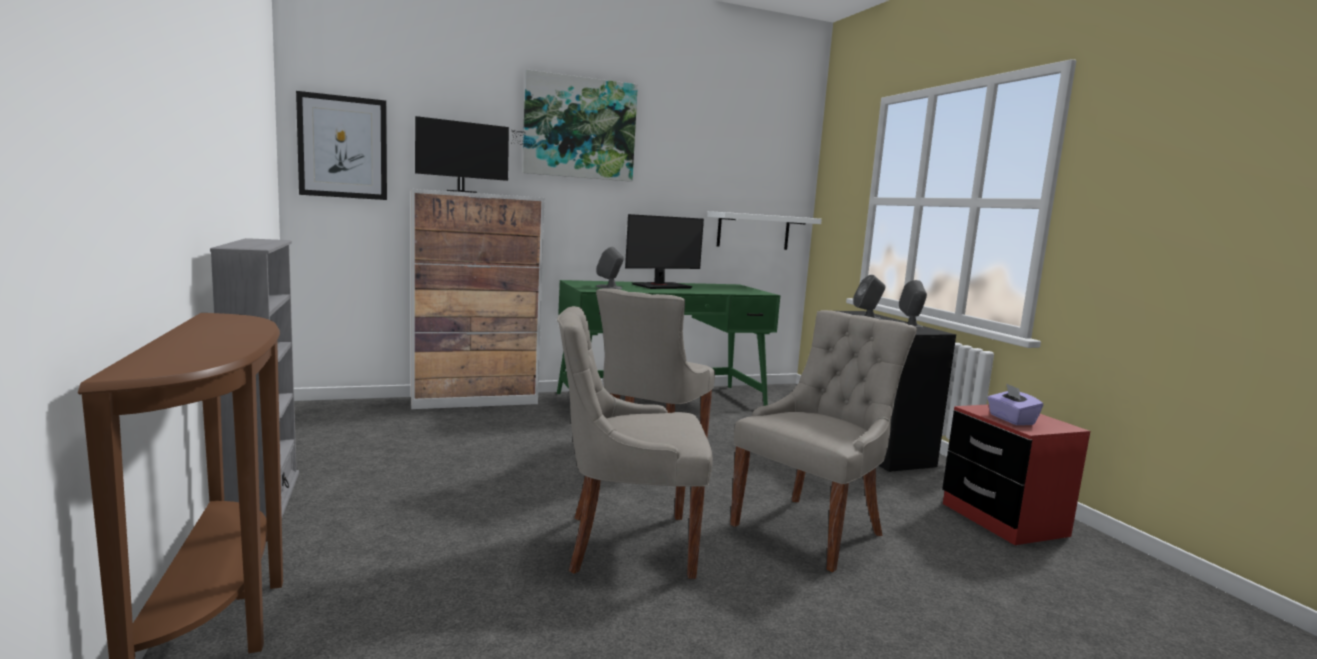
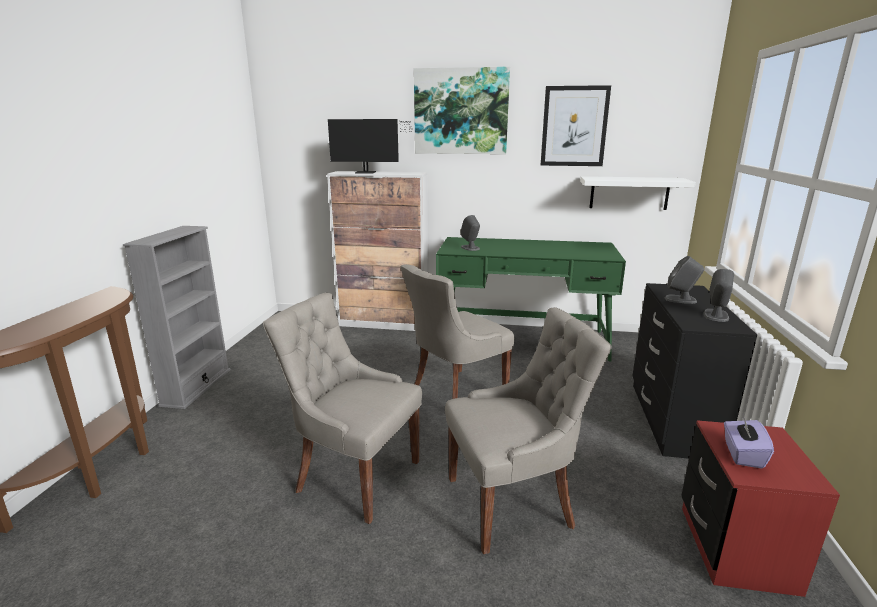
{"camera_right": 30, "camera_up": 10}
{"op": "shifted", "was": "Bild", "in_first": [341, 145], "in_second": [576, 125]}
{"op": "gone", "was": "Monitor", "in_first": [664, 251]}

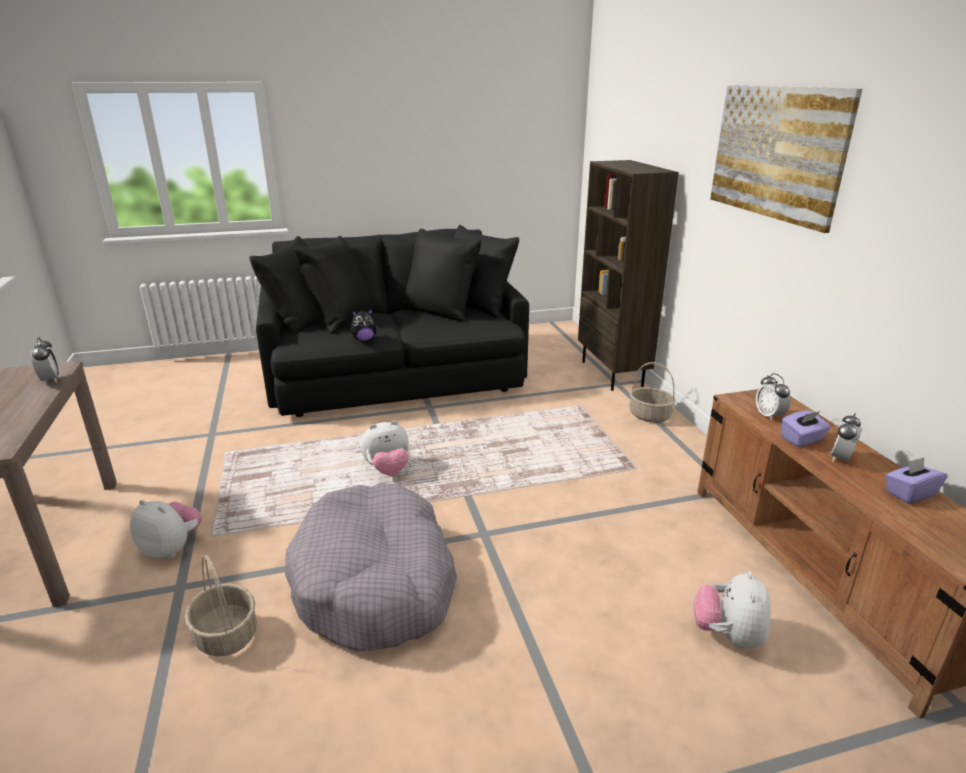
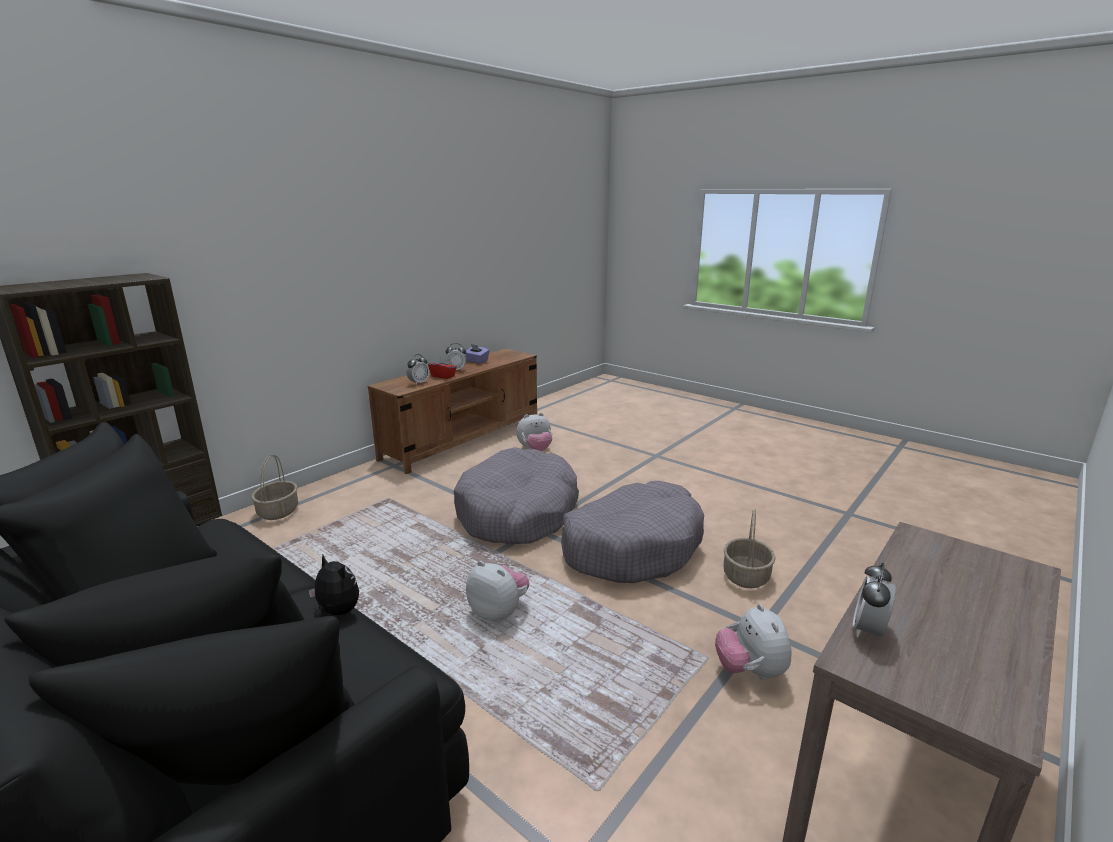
{"camera_right": -125, "camera_up": -5}
{"op": "repainted", "was": "Taschentuchbox [lila]", "now": "Taschentuchbox [rot]", "in_first": [806, 428], "in_second": [442, 368]}
{"op": "new", "now": "Hundebett [grau]", "in_second": [516, 495]}
{"op": "gone", "was": "Bild", "in_first": [786, 159]}

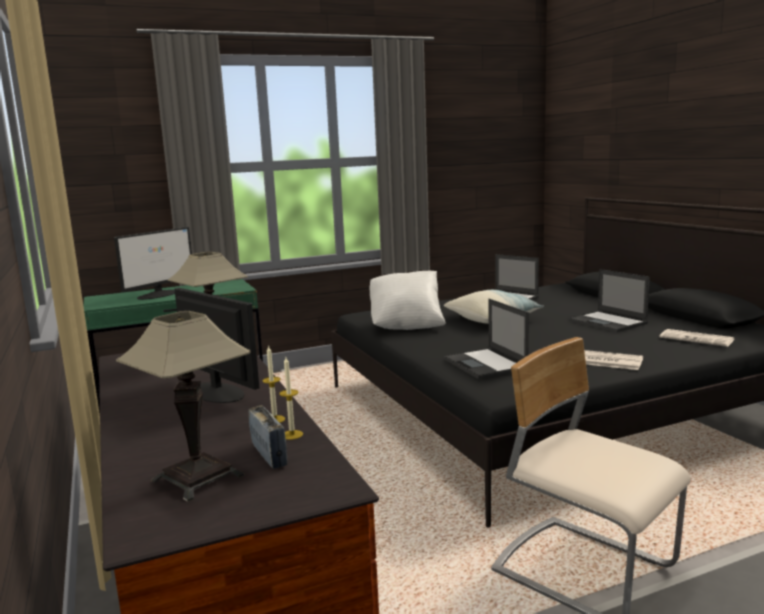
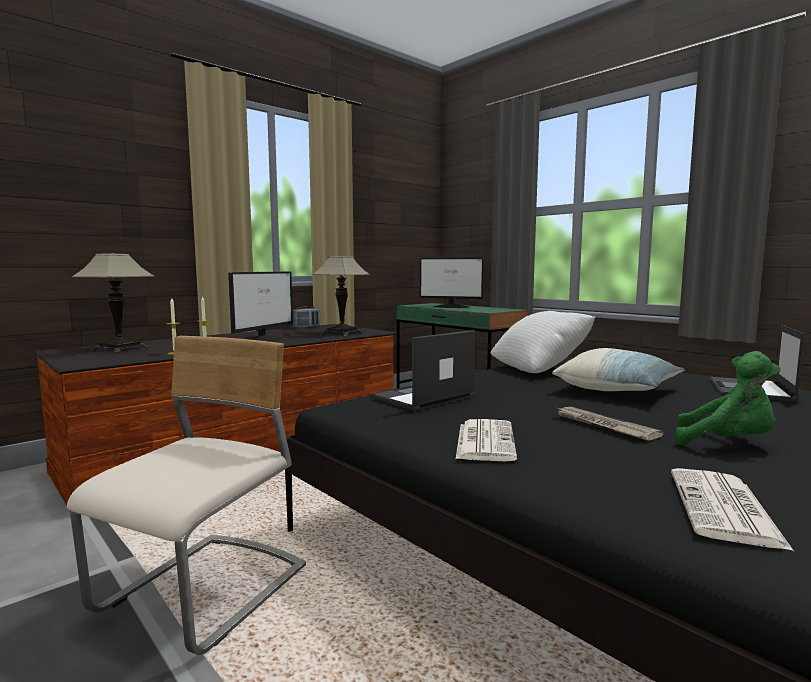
{"camera_right": 70, "camera_up": -5}
{"op": "shifted", "was": "Radio", "in_first": [268, 437], "in_second": [305, 317]}
{"op": "new", "now": "Zeitung", "in_second": [609, 424]}
{"op": "swapped", "was": "Laptop", "now": "Plüschtier [grün]", "in_first": [609, 300], "in_second": [727, 398]}

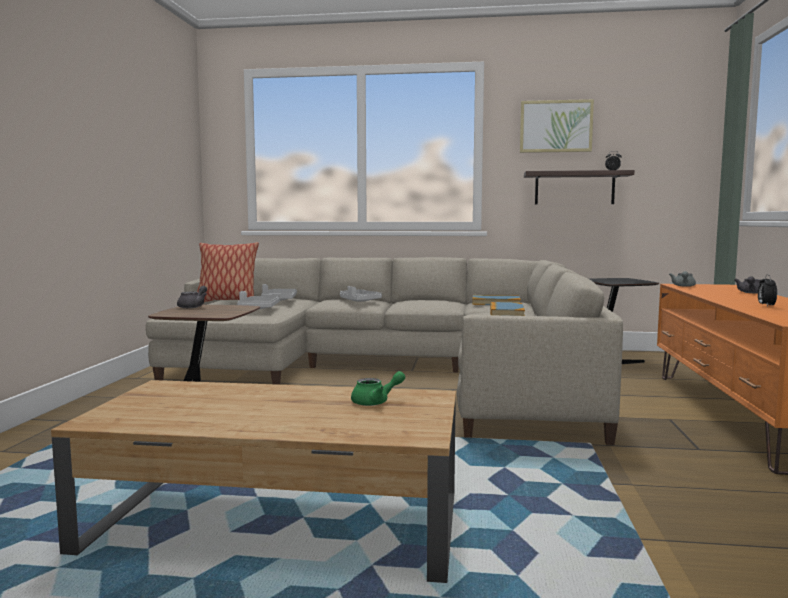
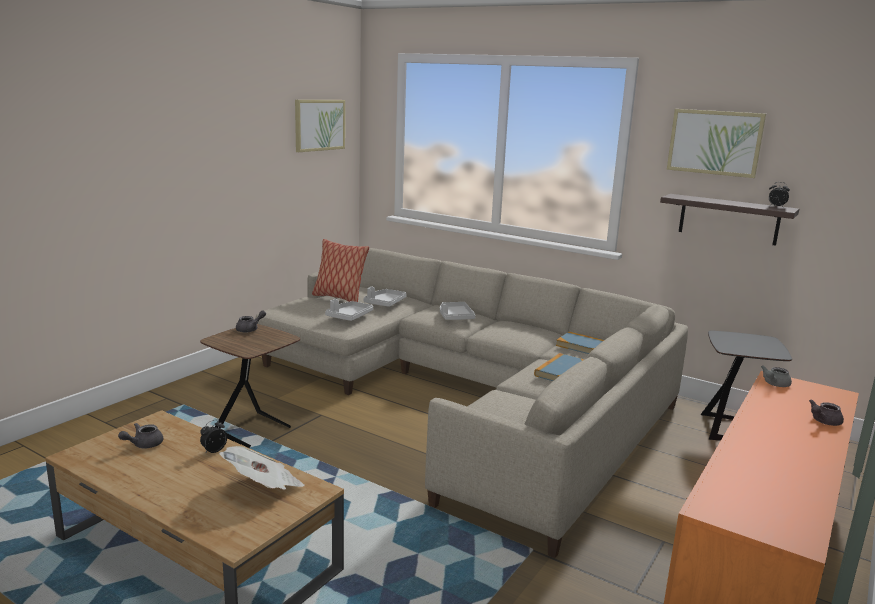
{"camera_right": 25, "camera_up": 10}
{"op": "new", "now": "Teekanne [grau]", "in_second": [140, 436]}
{"op": "shifted", "was": "Wecker", "in_first": [767, 290], "in_second": [213, 437]}
{"op": "swapped", "was": "Teekanne [grün]", "now": "Zeitung", "in_first": [378, 388], "in_second": [262, 467]}
{"op": "new", "now": "Bild", "in_second": [320, 126]}

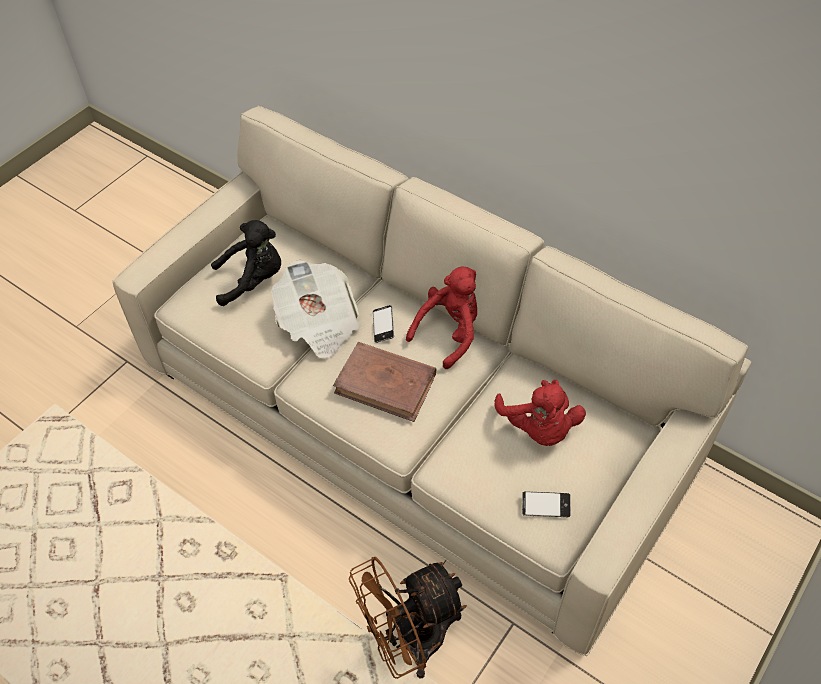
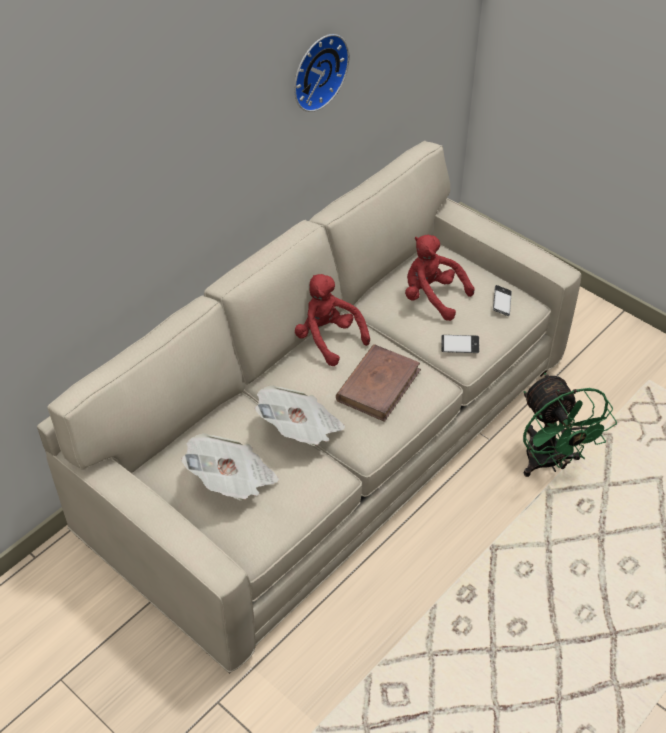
{"camera_right": -85, "camera_up": -5}
{"op": "swapped", "was": "Plüschtier [schwarz]", "now": "Zeitung", "in_first": [246, 263], "in_second": [230, 466]}
{"op": "new", "now": "Wanduhr", "in_second": [321, 73]}
{"op": "rotated", "was": "Plüschtier [rot]", "in_first": [540, 413], "in_second": [440, 278], "clockwise": -135}
{"op": "shifted", "was": "Handy", "in_first": [383, 324], "in_second": [460, 344]}
{"op": "repainted", "was": "Ventilator [braun]", "now": "Ventilator [grün]", "in_first": [408, 618], "in_second": [570, 425]}

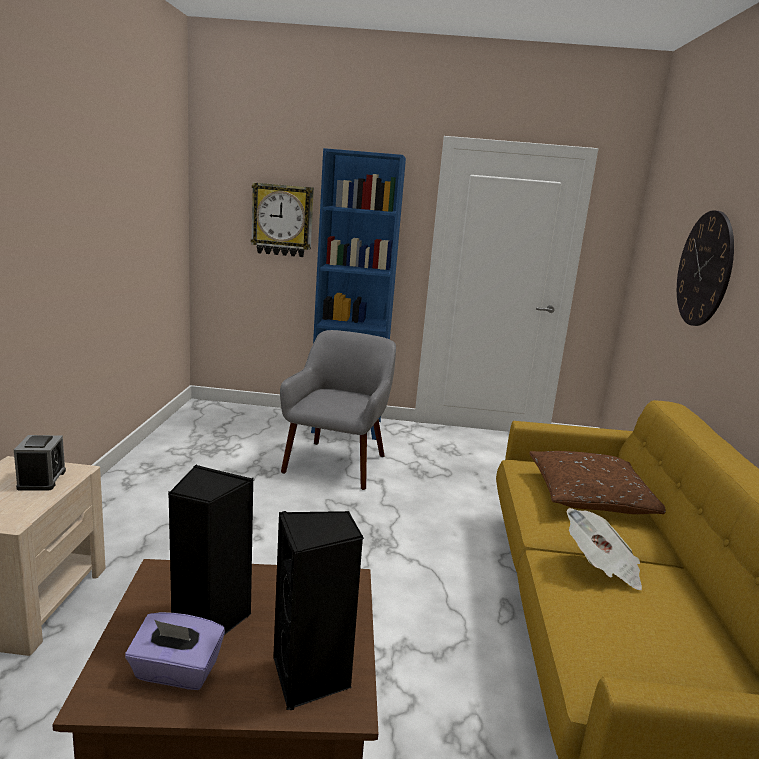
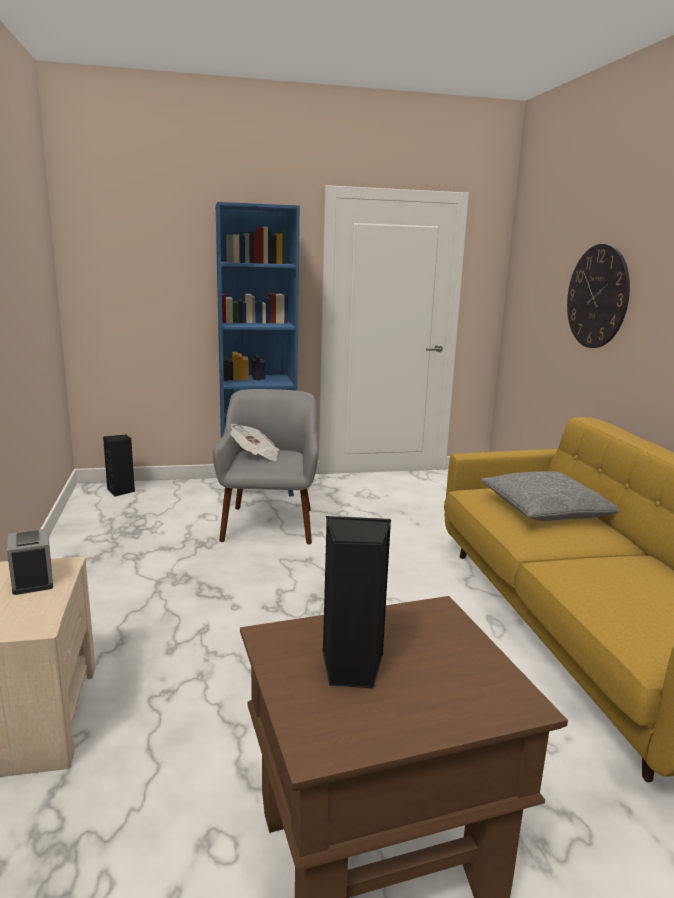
{"camera_right": -15, "camera_up": 0}
{"op": "shifted", "was": "Lautsprecher [schwarz]", "in_first": [318, 610], "in_second": [119, 466]}
{"op": "shifted", "was": "Zeitung", "in_first": [604, 549], "in_second": [254, 442]}
{"op": "repainted", "was": "Kissen [braun]", "now": "Kissen [grau]", "in_first": [597, 482], "in_second": [550, 496]}
{"op": "gone", "was": "Taschentuchbox [lila]", "in_first": [175, 651]}
{"op": "gone", "was": "Wanduhr", "in_first": [282, 219]}

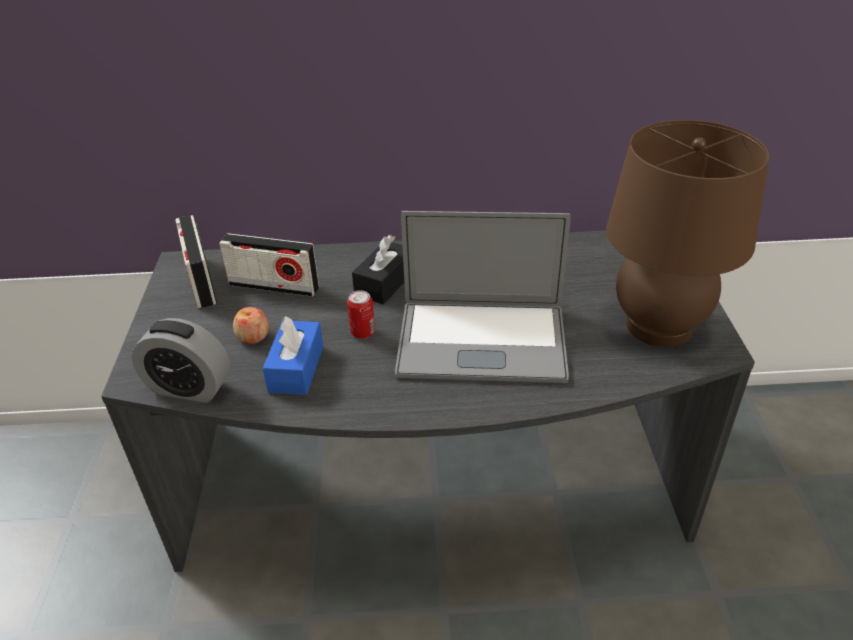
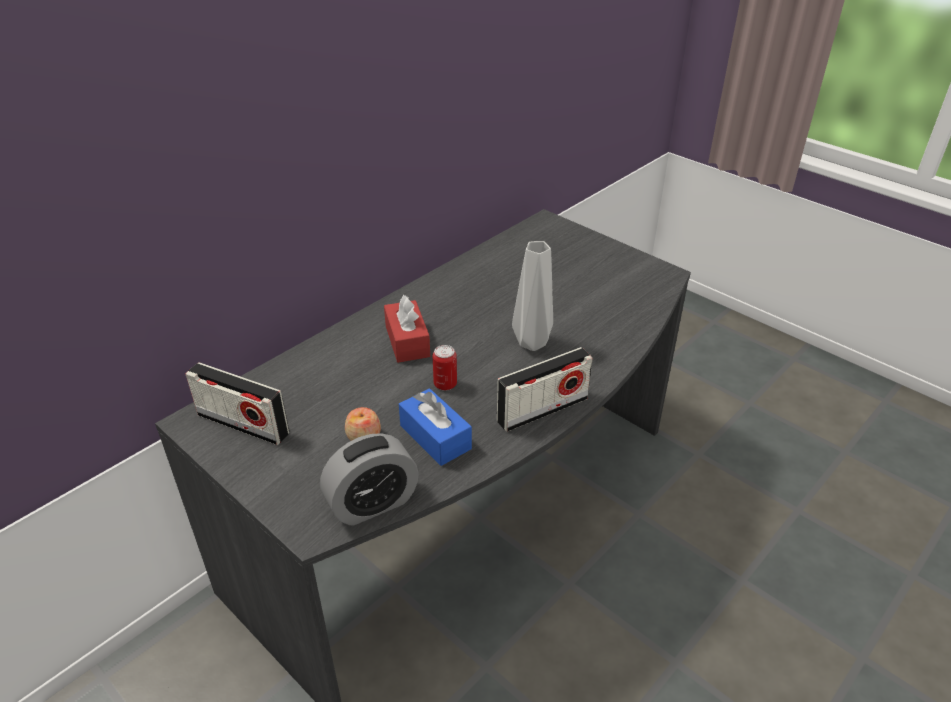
{"camera_right": -45, "camera_up": 0}
{"op": "repainted", "was": "Taschentuchbox [schwarz]", "now": "Taschentuchbox [rot]", "in_first": [378, 269], "in_second": [407, 329]}
{"op": "shifted", "was": "Radio", "in_first": [269, 265], "in_second": [545, 389]}
{"op": "swapped", "was": "Laptop", "now": "Vase [grau]", "in_first": [483, 297], "in_second": [532, 296]}
{"op": "gone", "was": "Tischlampe [braun]", "in_first": [687, 233]}

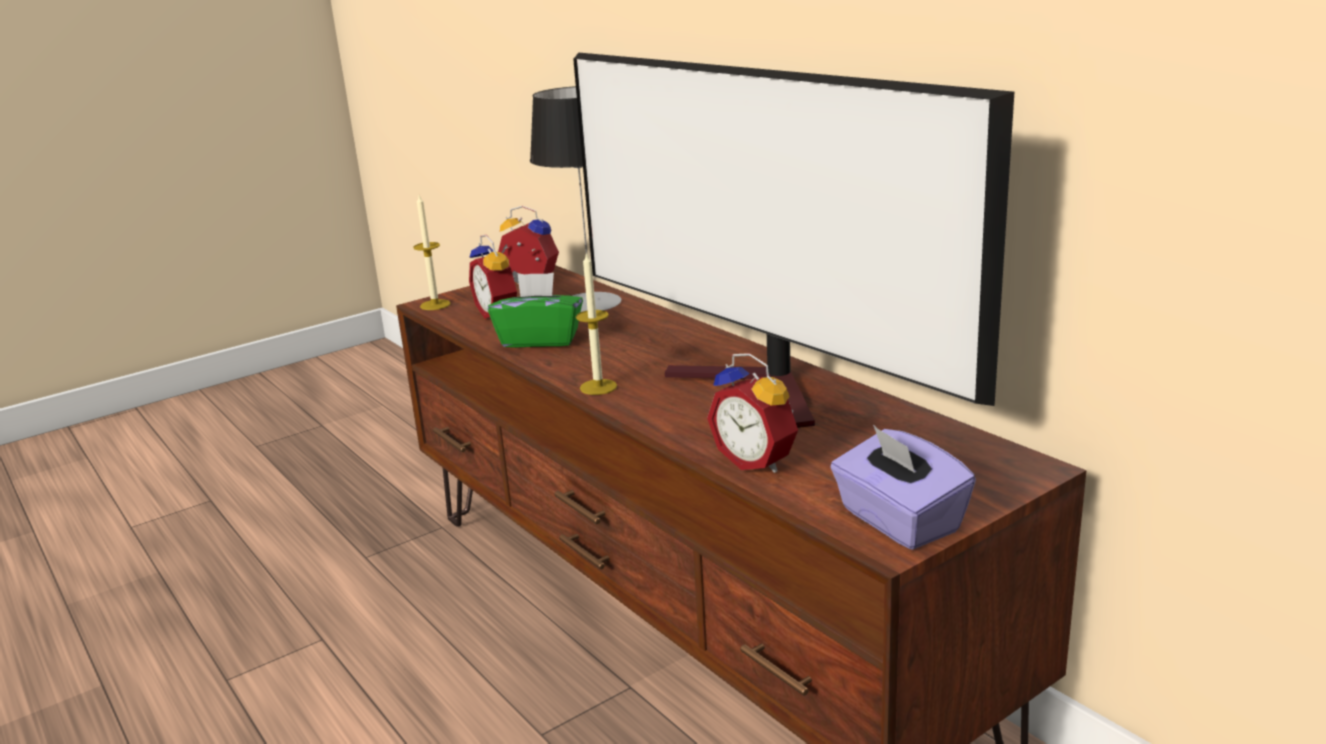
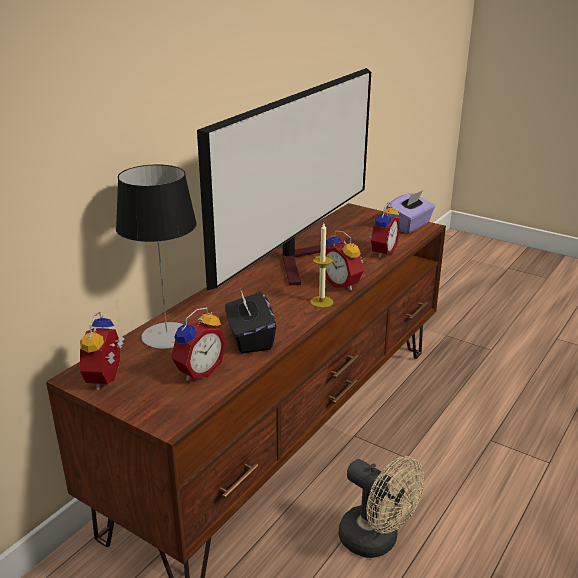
{"camera_right": -110, "camera_up": 5}
{"op": "repainted", "was": "Taschentuchbox [grün]", "now": "Taschentuchbox [schwarz]", "in_first": [535, 310], "in_second": [250, 322]}
{"op": "new", "now": "Wecker", "in_second": [344, 261]}
{"op": "new", "now": "Ventilator [beige]", "in_second": [381, 507]}
{"op": "gone", "was": "Kerze", "in_first": [431, 252]}

